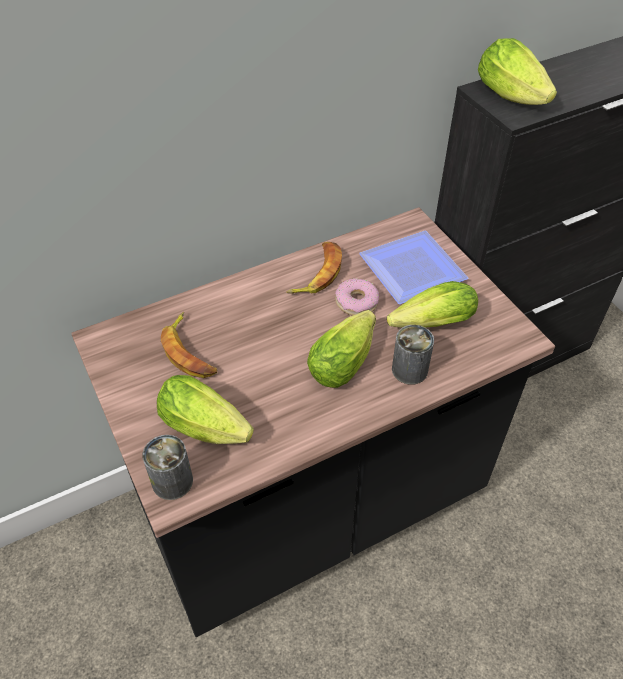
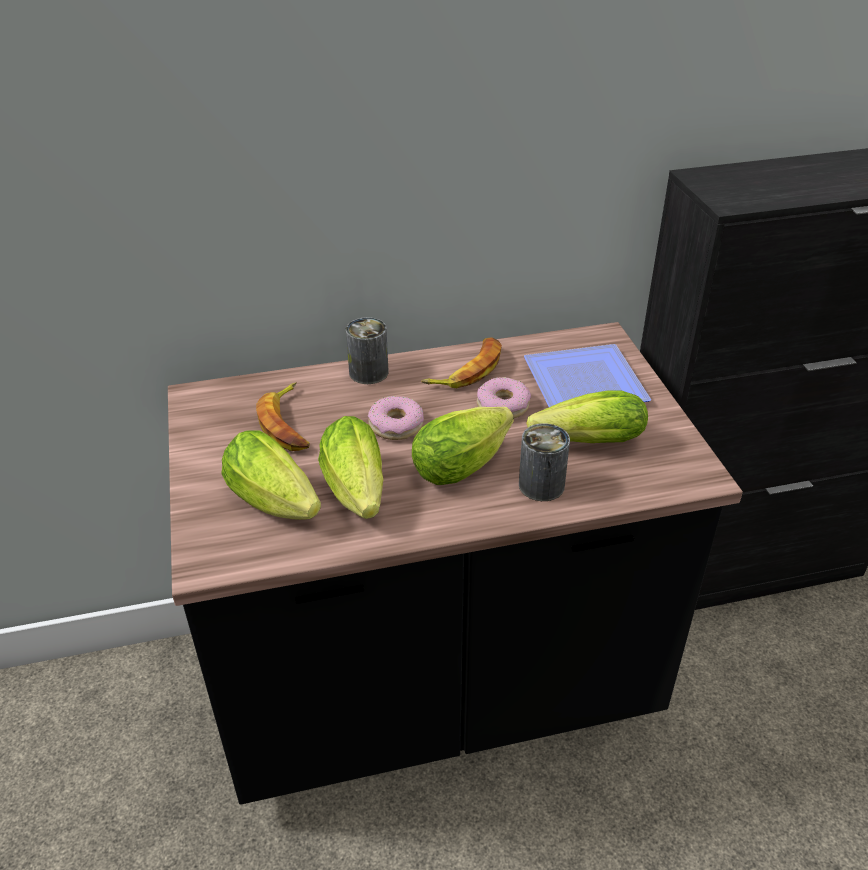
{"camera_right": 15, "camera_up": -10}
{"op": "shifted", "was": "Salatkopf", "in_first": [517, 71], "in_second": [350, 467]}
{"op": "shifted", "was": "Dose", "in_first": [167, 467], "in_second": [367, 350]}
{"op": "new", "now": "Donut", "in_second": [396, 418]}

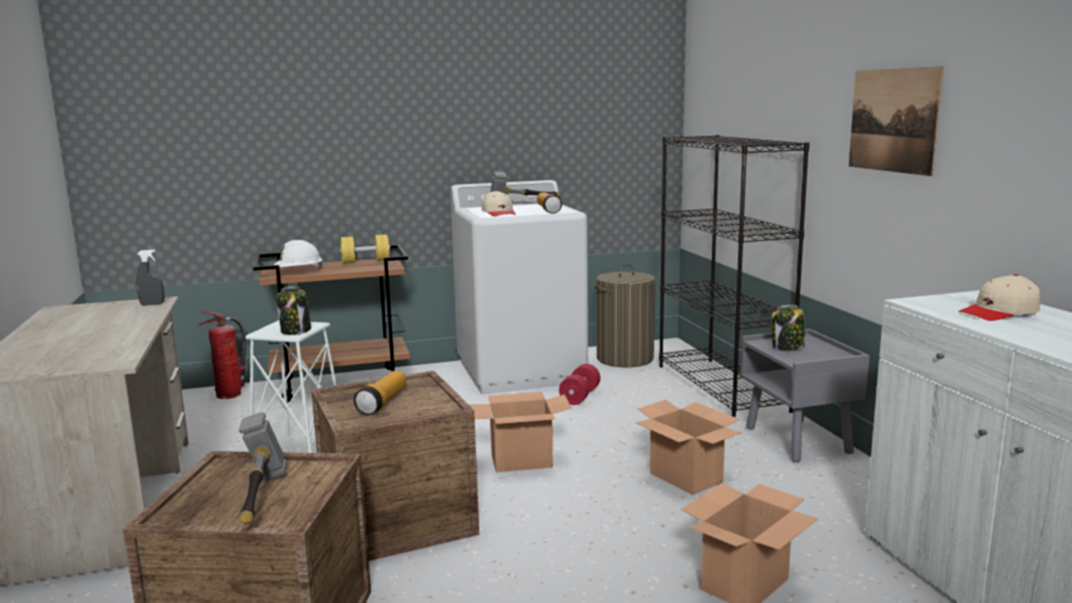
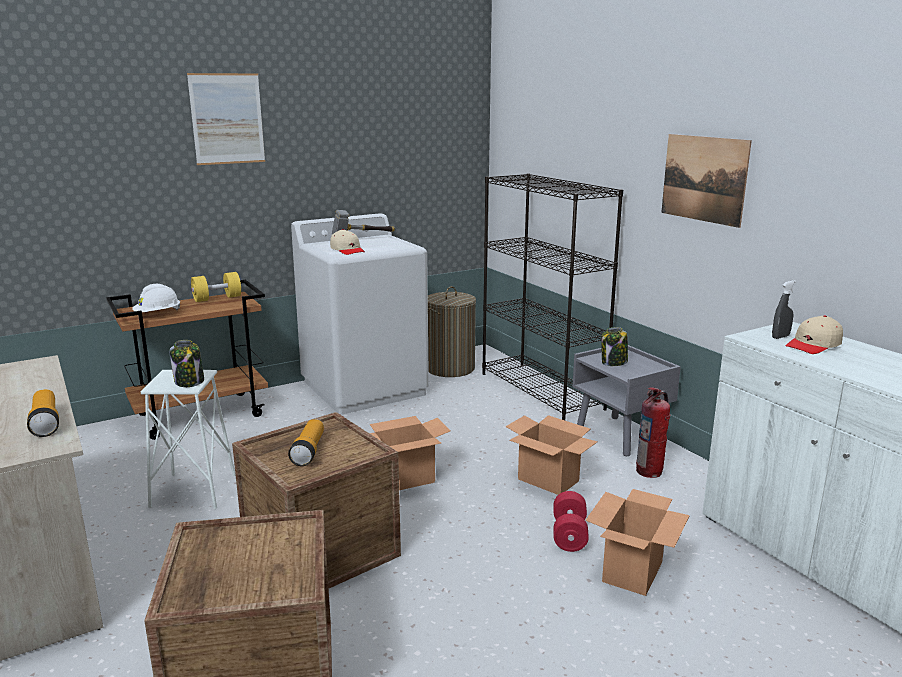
{"camera_right": -15, "camera_up": 5}
{"op": "shifted", "was": "Taschenlampe", "in_first": [549, 203], "in_second": [43, 413]}
{"op": "new", "now": "Bild", "in_second": [226, 119]}
{"op": "shifted", "was": "Hantel [rot]", "in_first": [579, 384], "in_second": [571, 521]}
{"op": "shifted", "was": "Feuerlöscher", "in_first": [222, 355], "in_second": [653, 432]}
{"op": "shifted", "was": "Sprühflasche [grau]", "in_first": [150, 277], "in_second": [784, 309]}
{"op": "gone", "was": "Hammer", "in_first": [263, 468]}

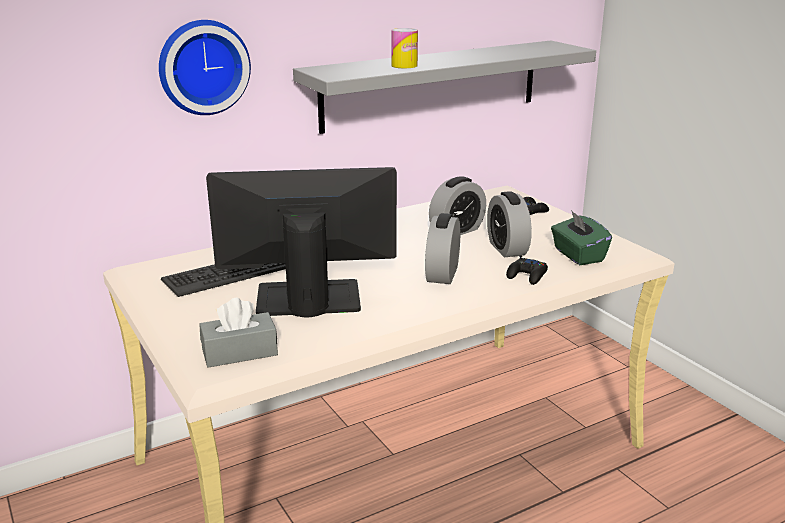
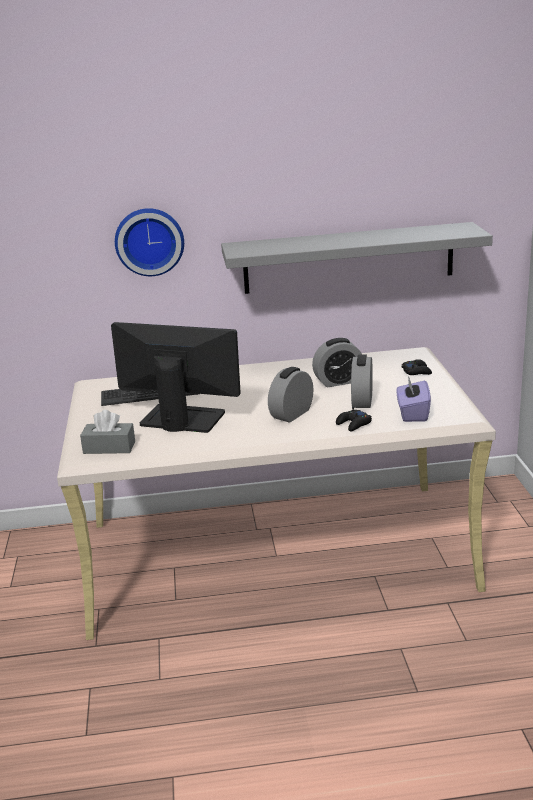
{"camera_right": 25, "camera_up": 0}
{"op": "repainted", "was": "Taschentuchbox [grün]", "now": "Taschentuchbox [lila]", "in_first": [581, 237], "in_second": [414, 399]}
{"op": "gone", "was": "Dose", "in_first": [404, 48]}

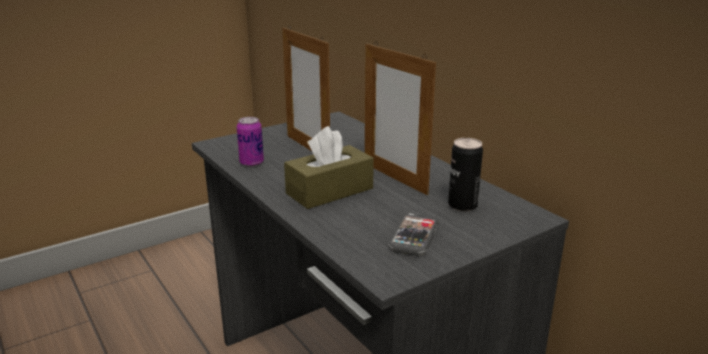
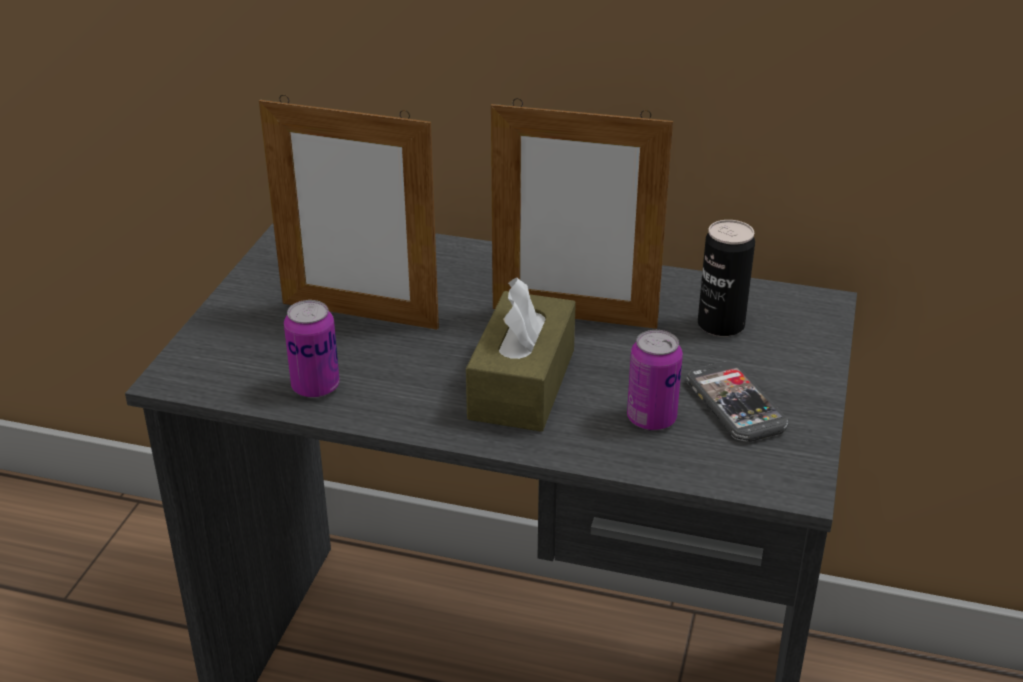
{"camera_right": -40, "camera_up": 10}
{"op": "new", "now": "Dose", "in_second": [655, 380]}

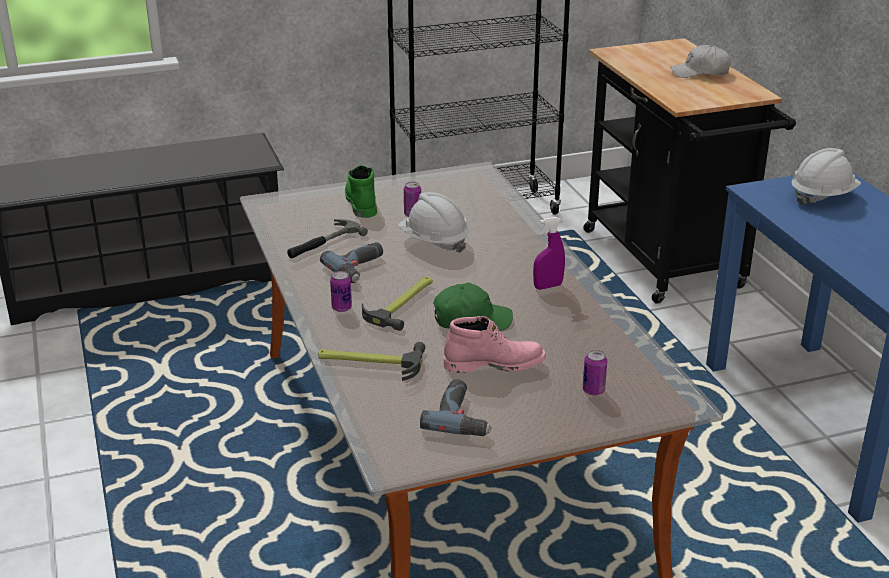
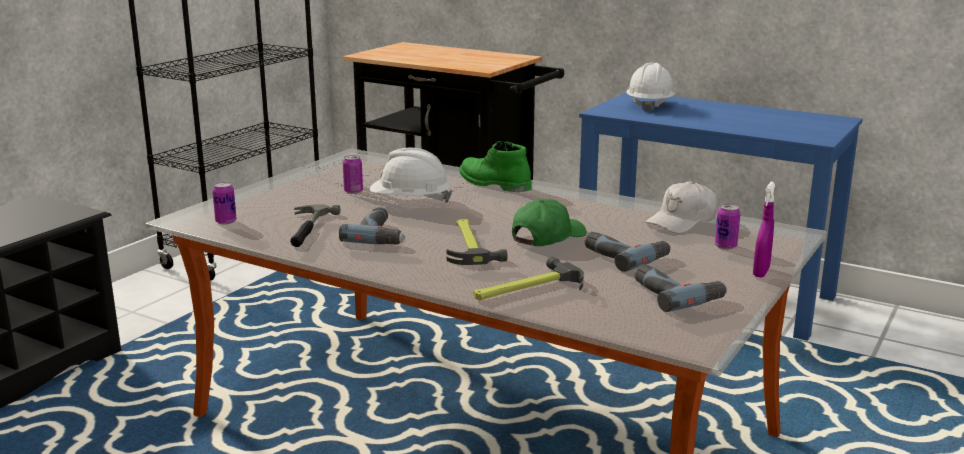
{"camera_right": -40, "camera_up": -10}
{"op": "shifted", "was": "Dose", "in_first": [341, 291], "in_second": [224, 203]}
{"op": "shifted", "was": "Stiefel [grün]", "in_first": [361, 191], "in_second": [496, 166]}
{"op": "swapped", "was": "Stiefel [rosa]", "now": "Bohrmaschine", "in_first": [494, 344], "in_second": [628, 252]}
{"op": "shifted", "was": "Kappe [weiß]", "in_first": [700, 61], "in_second": [681, 207]}
{"op": "shifted", "was": "Sprühflasche [lila]", "in_first": [549, 253], "in_second": [764, 229]}

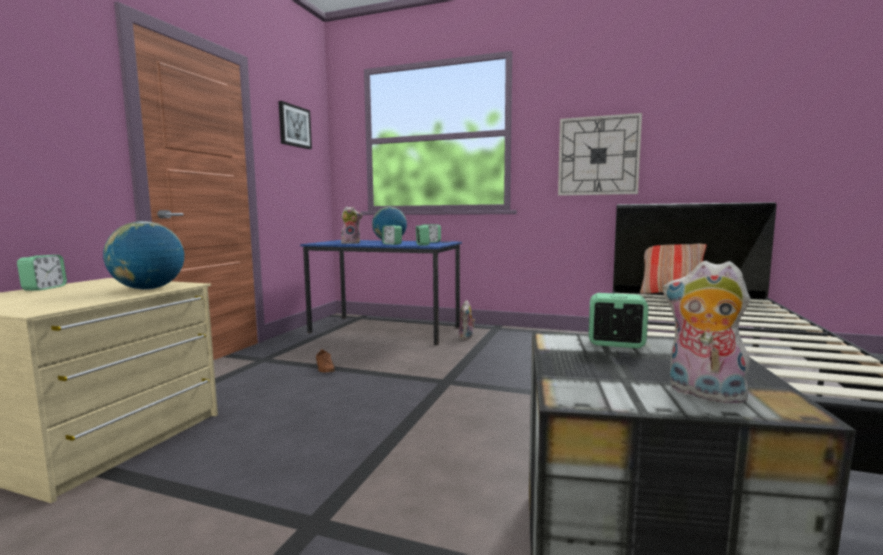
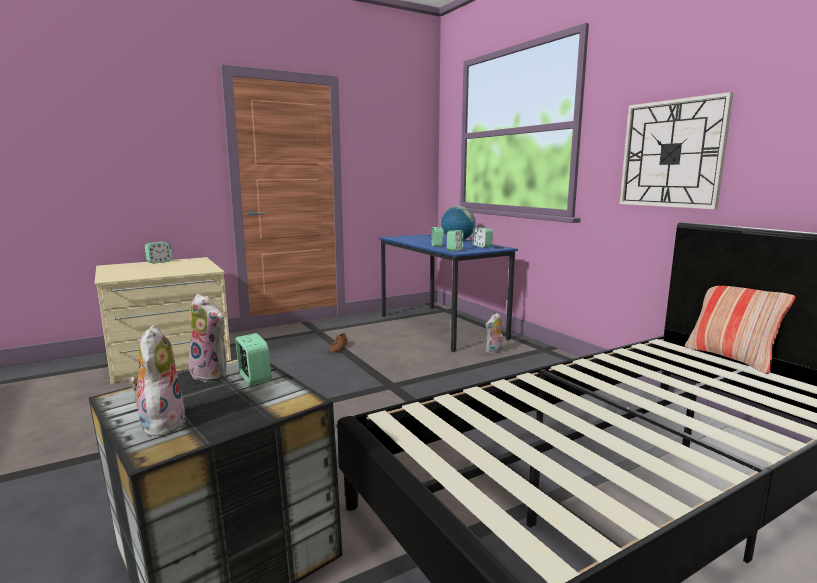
{"camera_right": 40, "camera_up": 5}
{"op": "shifted", "was": "Plüschtier", "in_first": [351, 225], "in_second": [207, 338]}
{"op": "gone", "was": "Globus", "in_first": [143, 255]}
{"op": "gone", "was": "Bild", "in_first": [295, 125]}

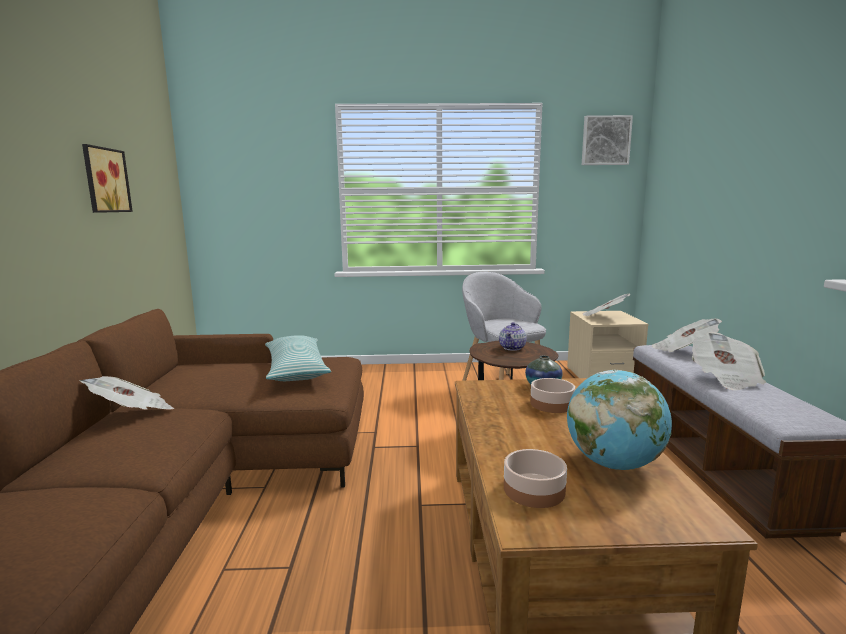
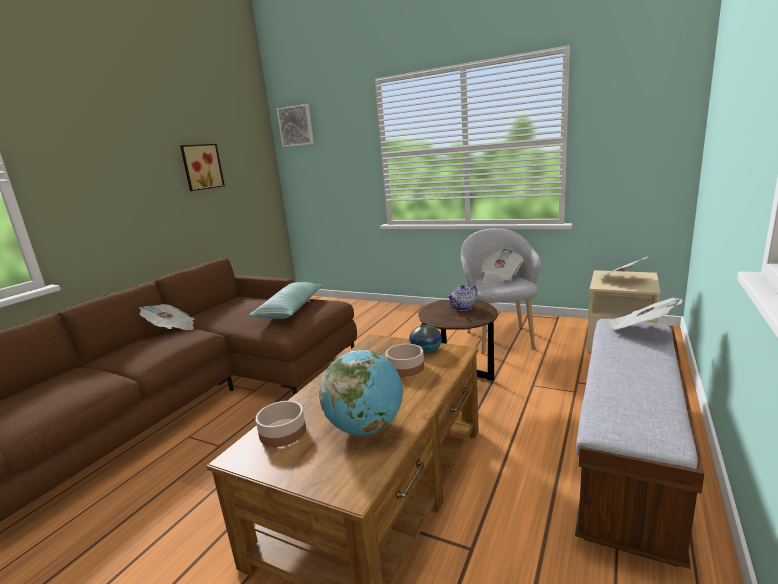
{"camera_right": 30, "camera_up": 5}
{"op": "shifted", "was": "Bild", "in_first": [607, 140], "in_second": [295, 125]}
{"op": "shifted", "was": "Zeitung", "in_first": [729, 361], "in_second": [502, 265]}

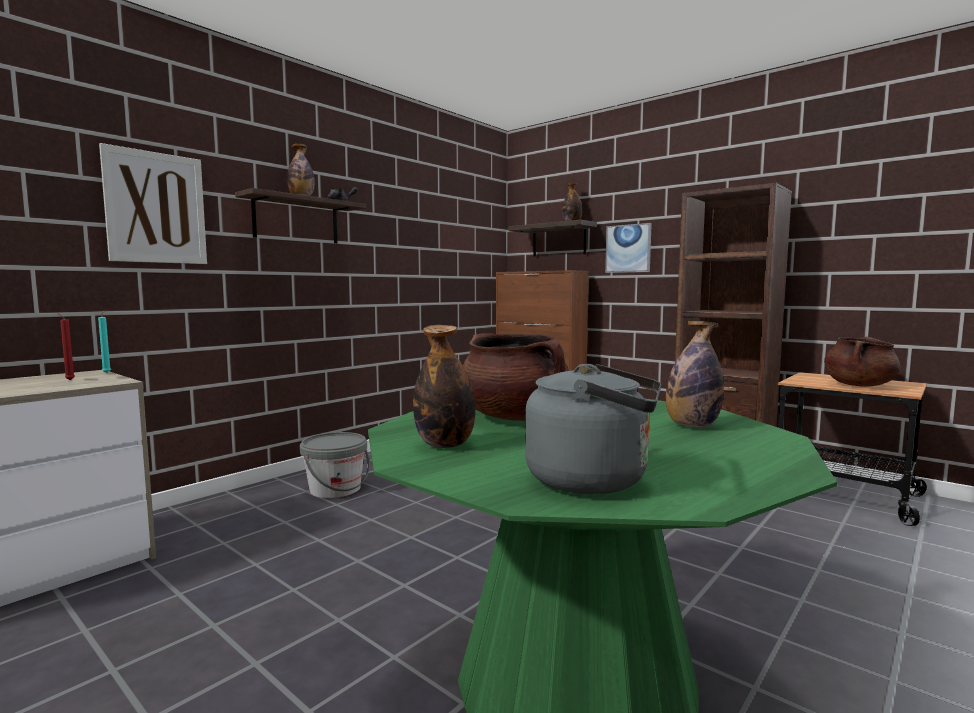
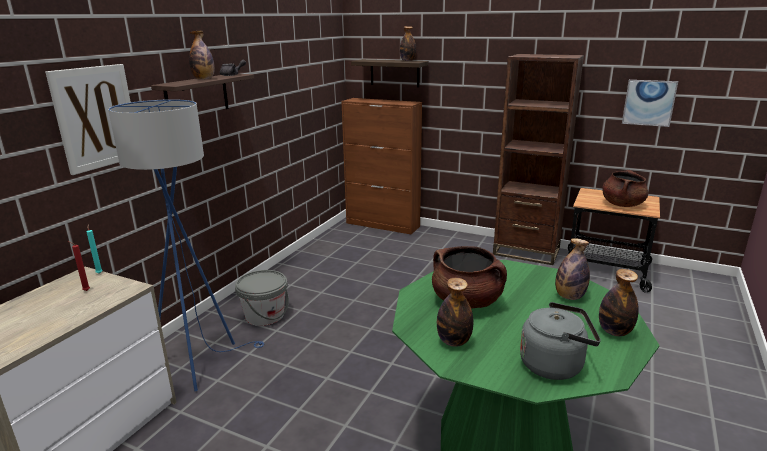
{"camera_right": -15, "camera_up": 15}
{"op": "new", "now": "Stehlampe [blau]", "in_second": [186, 245]}
{"op": "new", "now": "Flasche", "in_second": [619, 302]}
{"op": "shifted", "was": "Bild", "in_first": [628, 248], "in_second": [650, 103]}

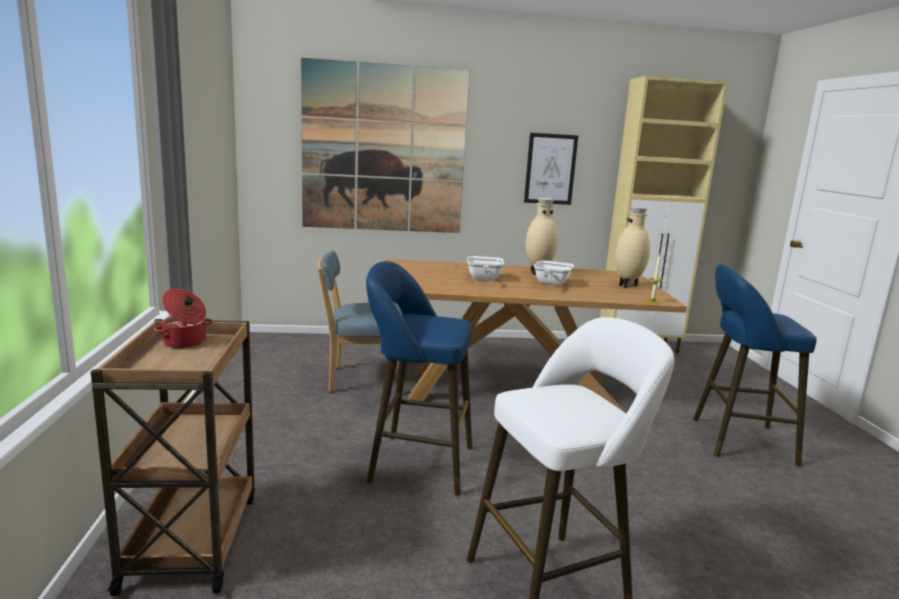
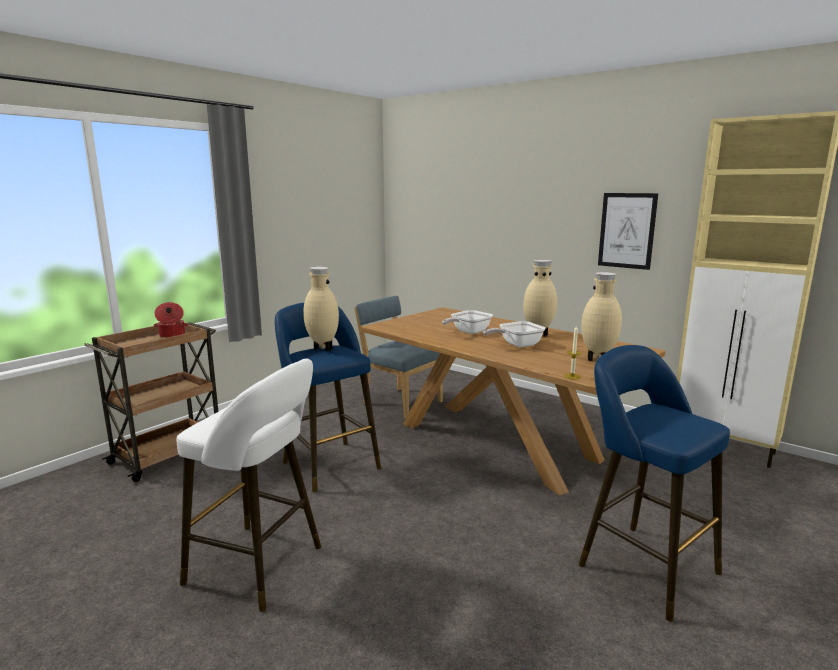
{"camera_right": 45, "camera_up": 0}
{"op": "new", "now": "Vase [beige]", "in_second": [321, 309]}
{"op": "gone", "was": "Bild", "in_first": [385, 145]}

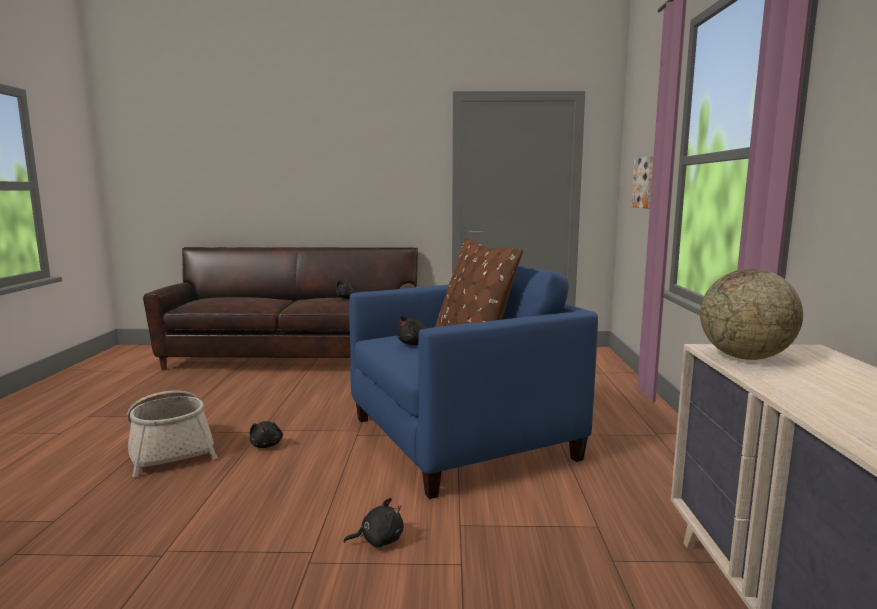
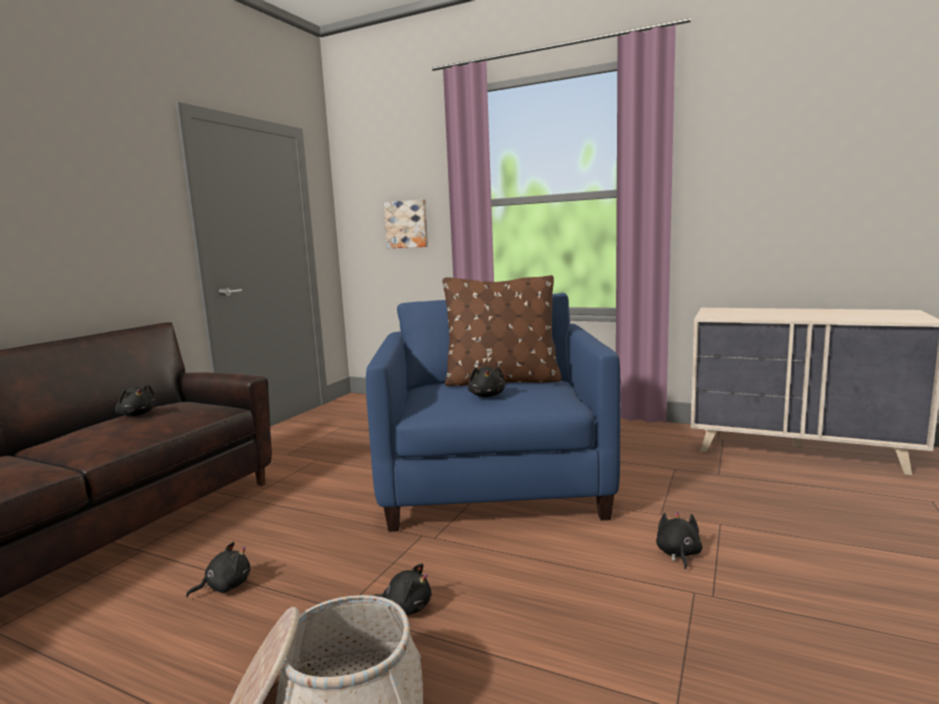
{"camera_right": -65, "camera_up": 0}
{"op": "new", "now": "Plüschtier [schwarz]", "in_second": [218, 569]}
{"op": "gone", "was": "Globus", "in_first": [751, 314]}

